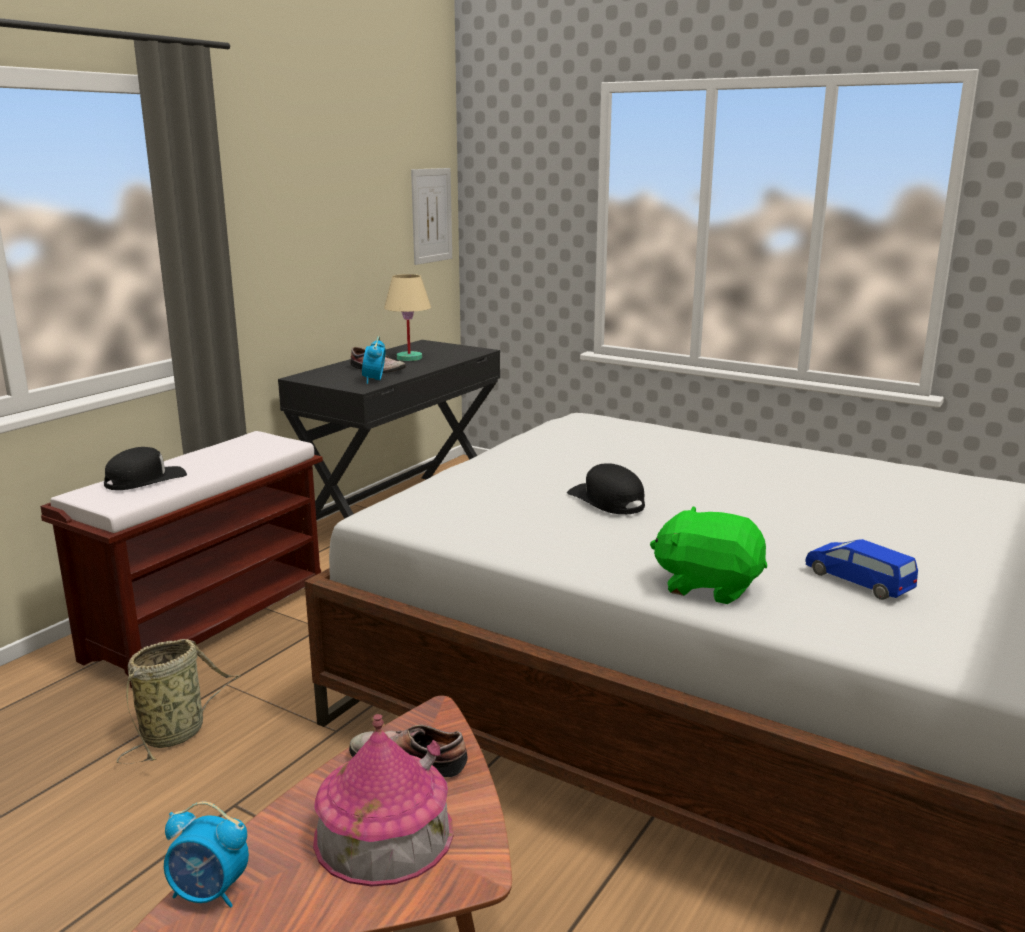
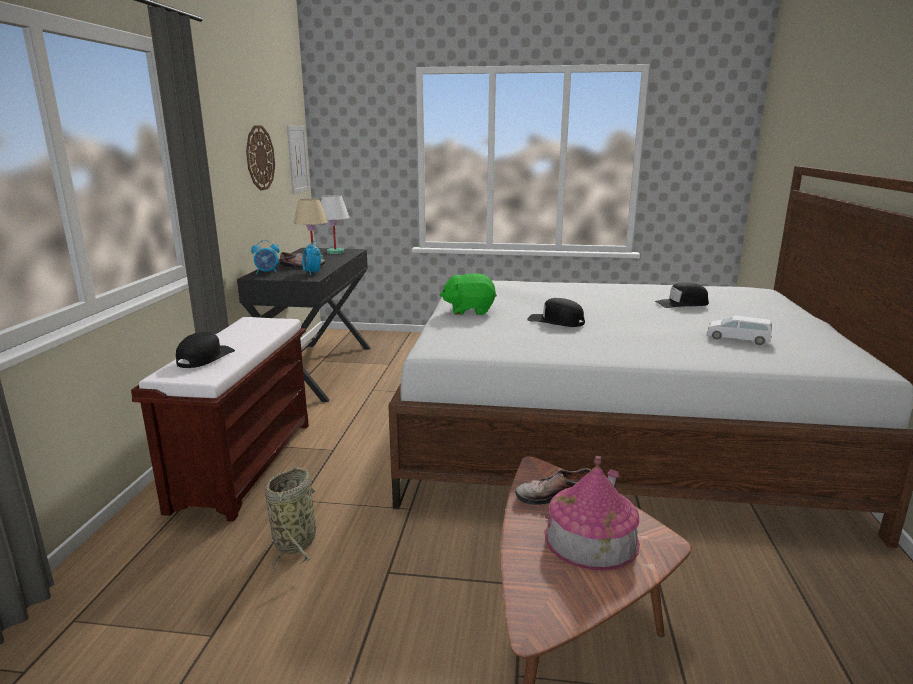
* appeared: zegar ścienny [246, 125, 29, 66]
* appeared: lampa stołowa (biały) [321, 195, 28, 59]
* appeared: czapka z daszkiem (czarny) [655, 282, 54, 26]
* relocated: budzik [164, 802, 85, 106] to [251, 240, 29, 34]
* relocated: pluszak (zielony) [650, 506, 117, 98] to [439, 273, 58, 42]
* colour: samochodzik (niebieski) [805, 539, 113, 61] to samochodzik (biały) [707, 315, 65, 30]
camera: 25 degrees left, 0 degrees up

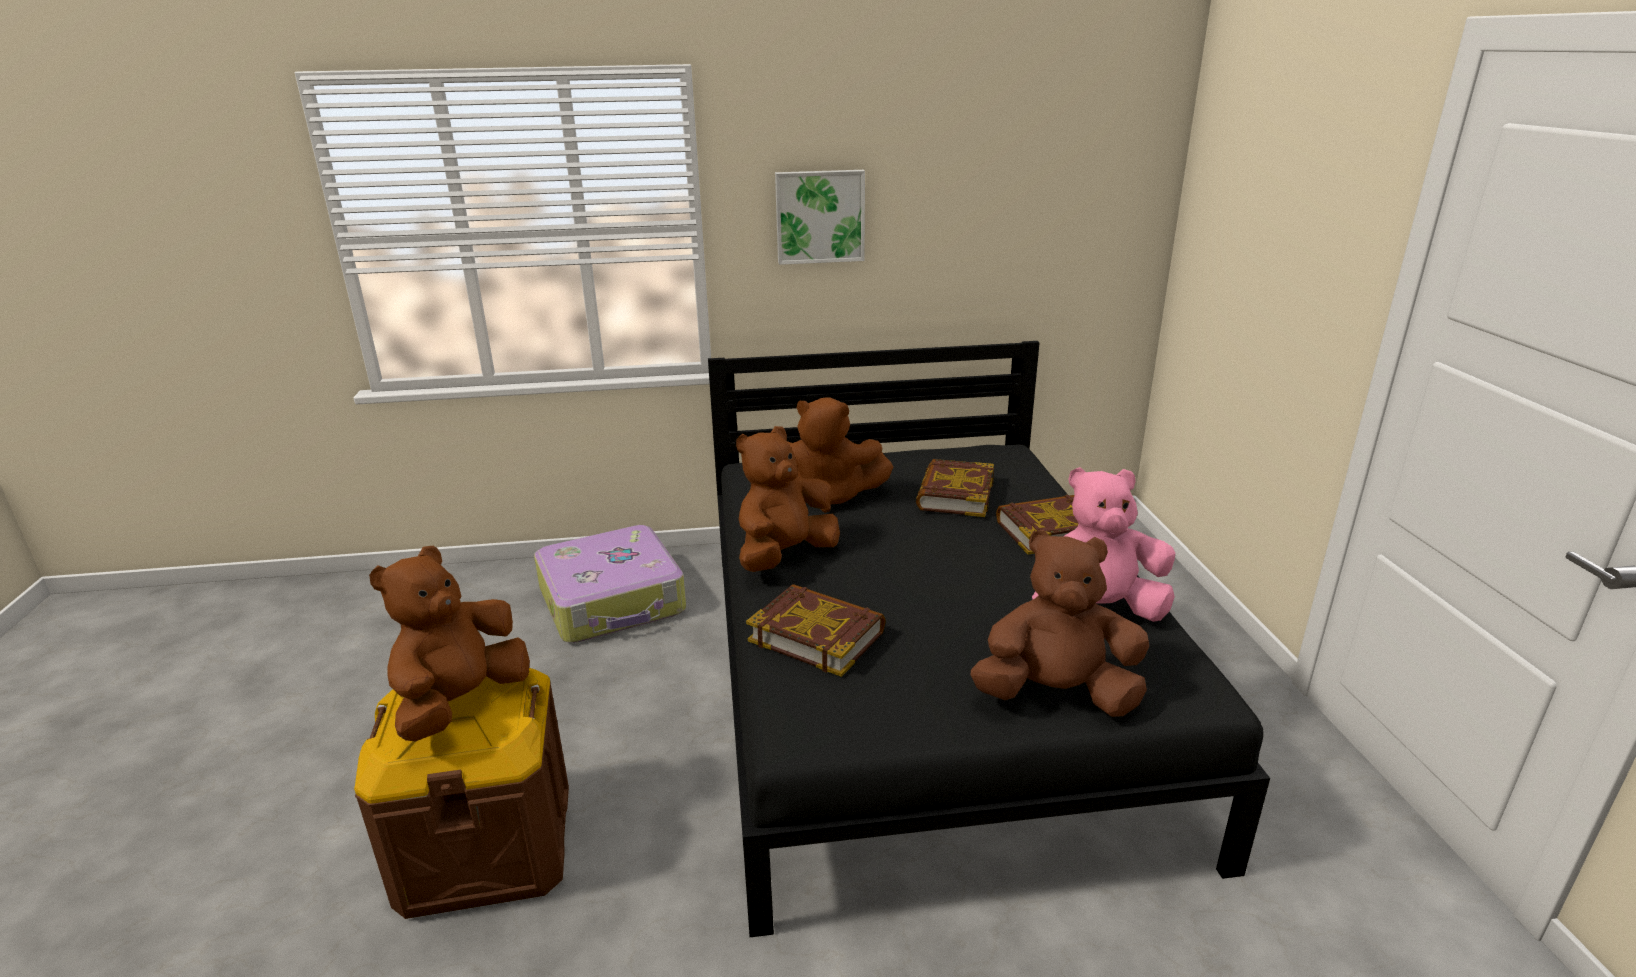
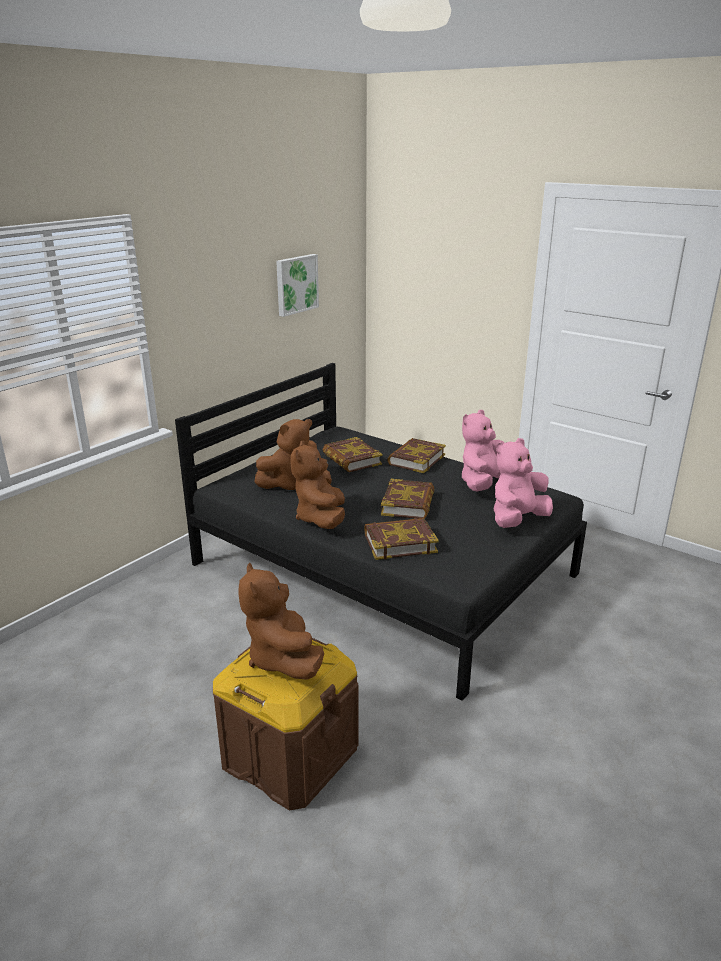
* missing: walizka [534, 525, 152, 118]
* appeared: książka [381, 479, 53, 40]
* relocated: obraz [775, 170, 90, 95] to [276, 254, 43, 63]
* colour: pluszak (brązowy) [971, 530, 178, 187] to pluszak (różowy) [494, 438, 59, 90]
camera: 45 degrees left, 0 degrees up

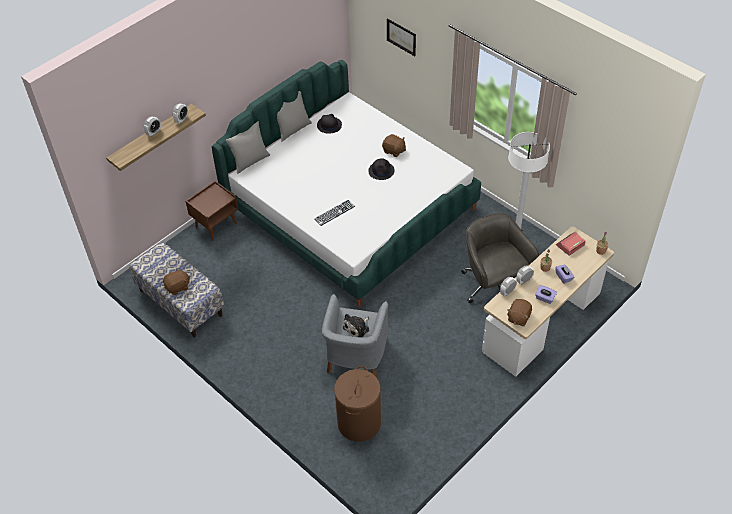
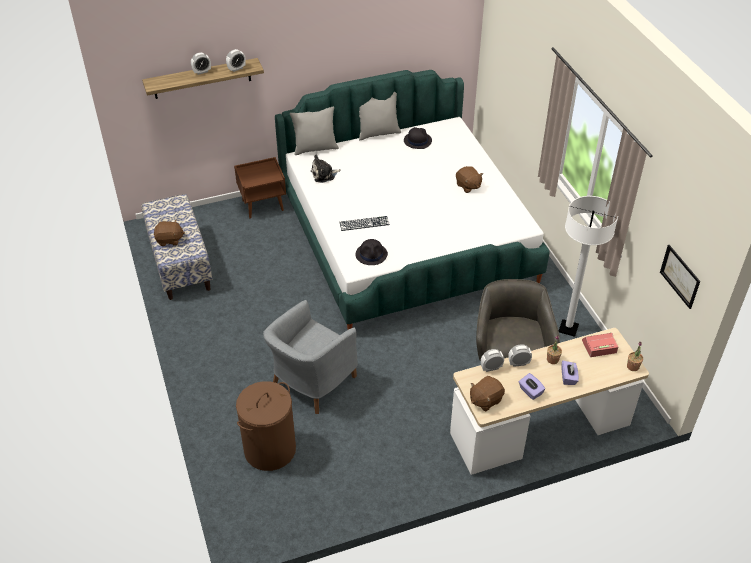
* relocated: pluszak [343, 314, 26, 23] to [311, 154, 30, 29]
* relocated: kapelusz (czarny) [368, 158, 27, 22] to [355, 239, 33, 26]
* relocated: obraz [387, 18, 29, 38] to [660, 245, 40, 64]
camera: 25 degrees right, 5 degrees down

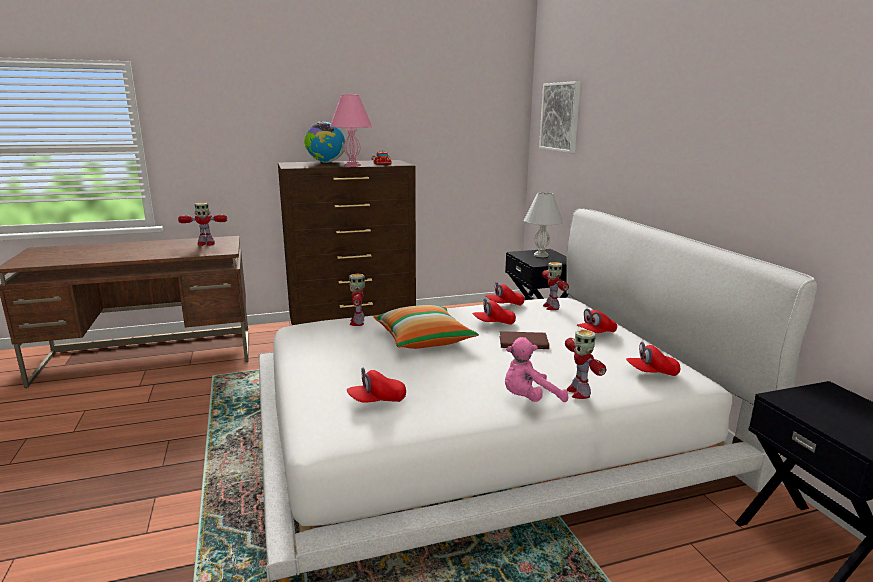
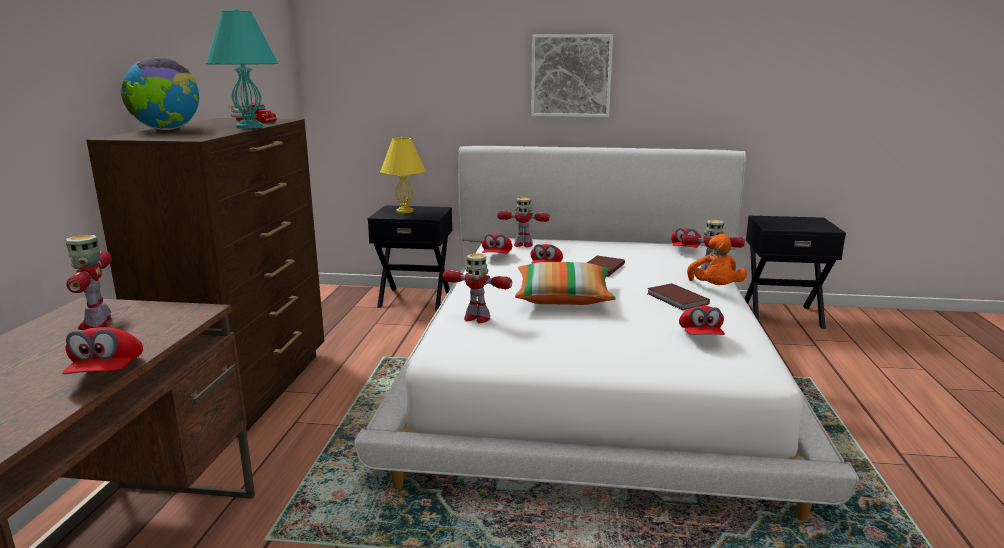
* appeared: książka (brązowy) [647, 283, 63, 27]
* relocated: obraz [539, 81, 42, 72] to [531, 34, 82, 83]
* relocated: czapka z daszkiem (czerwony) [576, 309, 41, 24] to [62, 327, 81, 47]
* colour: lampa stołowa (różowy) [330, 93, 43, 74] to lampa stołowa (turkusowy) [205, 9, 74, 120]
* colour: pluszak (różowy) [505, 337, 63, 65] to pluszak (pomarańczowy) [687, 234, 60, 51]
* colour: lampa stołowa (biały) [524, 192, 39, 65] to lampa stołowa (żółty) [380, 137, 46, 76]
* spun: robot zabawkowy [178, 202, 49, 44] = [66, 235, 46, 95] 150 degrees clockwise
camera: 65 degrees left, 0 degrees up

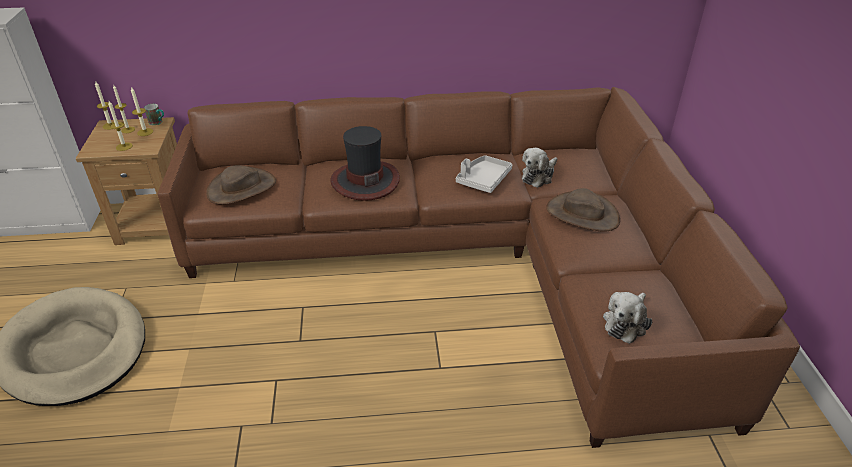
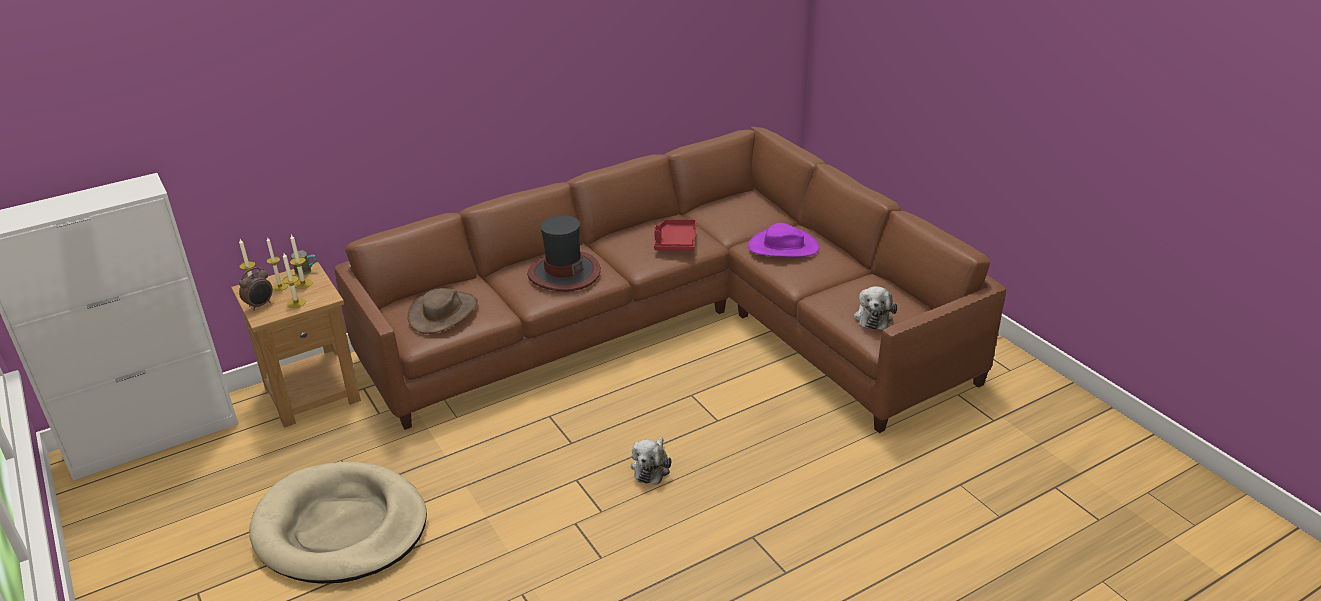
* appeared: budzik [239, 267, 34, 44]
* relocated: pluszak [522, 148, 35, 40] to [631, 437, 41, 48]
* colour: taca (szary) [456, 155, 56, 38] to taca (czerwony) [654, 219, 42, 32]
* colour: kapelusz (brązowy) [546, 188, 74, 44] to kapelusz (fioletowy) [748, 223, 71, 34]
camera: 25 degrees left, 5 degrees down

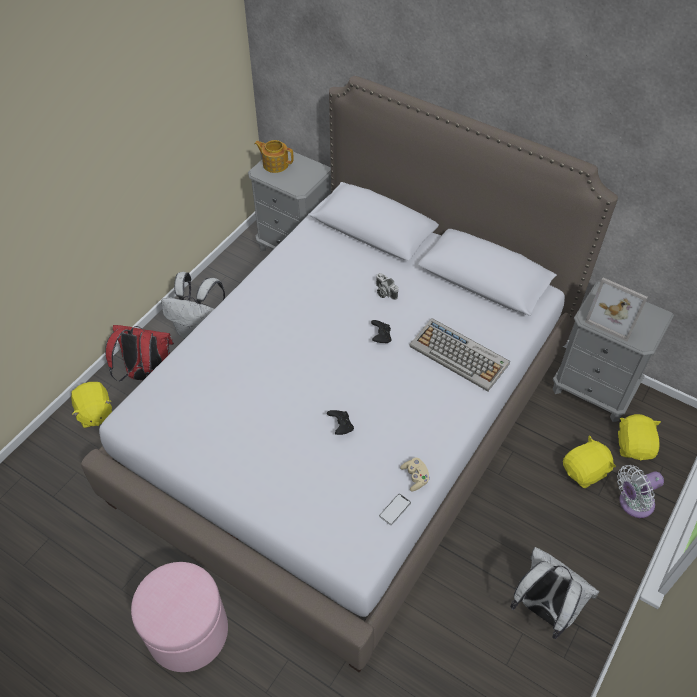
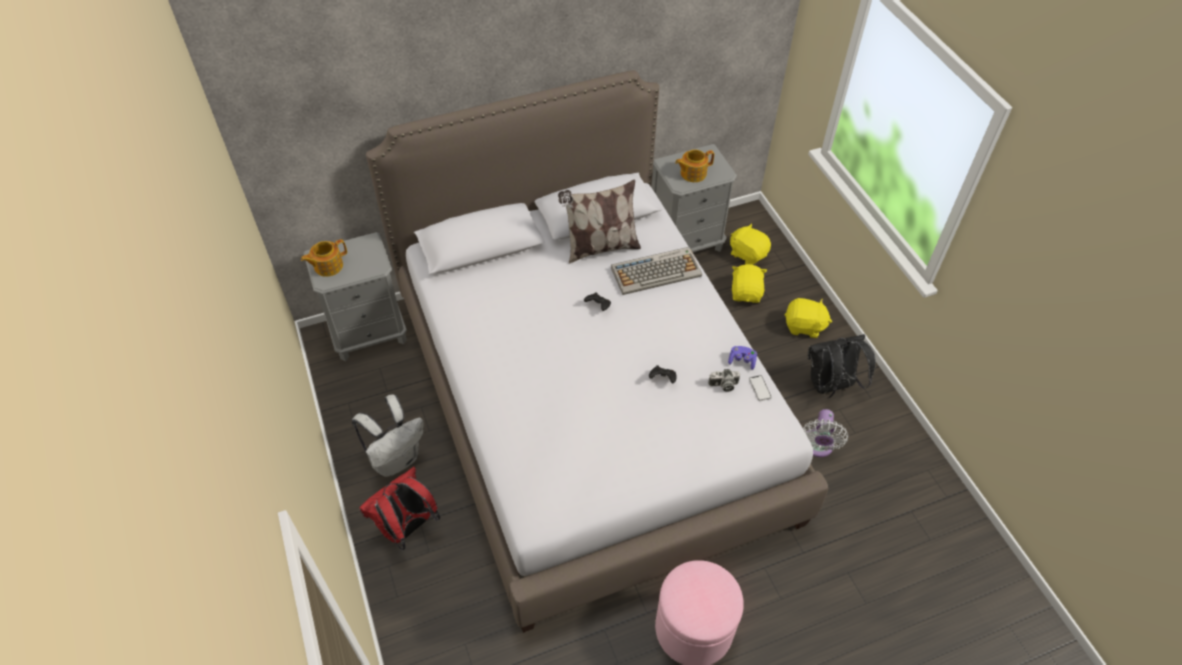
* appeared: poduszka [558, 179, 83, 85]
* relocated: pluszak (żółty) [71, 382, 41, 46] to [785, 298, 47, 40]
* relocated: aparat fotograficzny [376, 273, 22, 27] to [708, 369, 32, 23]
* relocated: wentylator (biały) [617, 465, 47, 53] to [803, 409, 45, 48]
* exchanged: ramka na zdjęcie [585, 277, 63, 65] to imbryk [675, 149, 39, 33]
* colour: pad do gier (beżowy) [400, 458, 30, 33] to pad do gier (fioletowy) [728, 346, 29, 24]
* colour: plecak (biały) [510, 547, 89, 92] to plecak (czarny) [808, 334, 68, 64]
camera: 55 degrees left, 0 degrees up

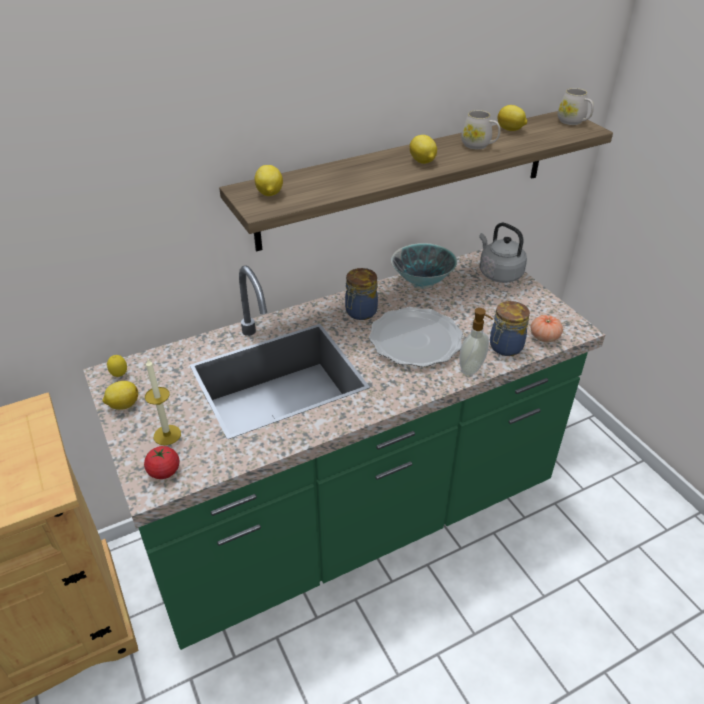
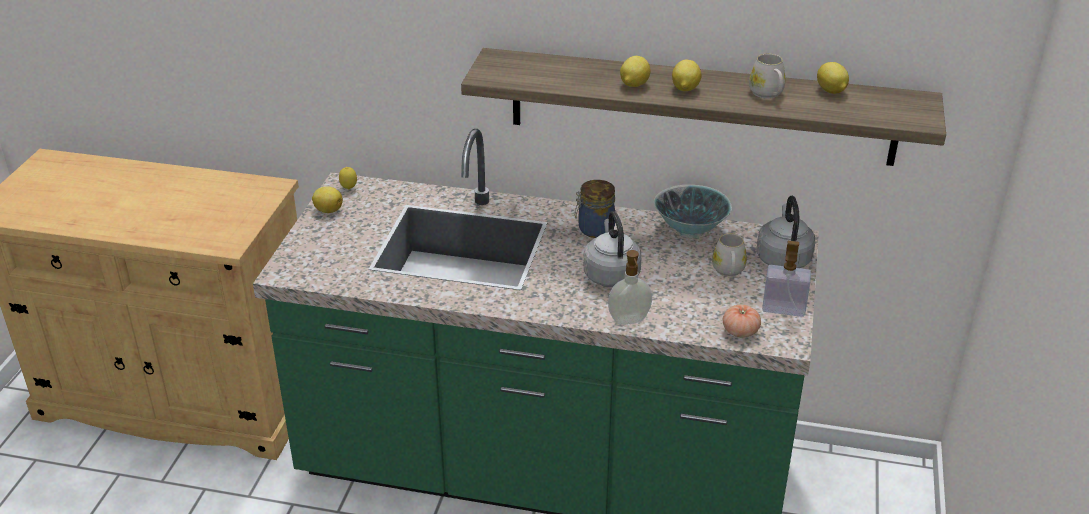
* missing: pomidor [144, 446, 35, 33]
* missing: świeca [145, 358, 36, 87]
* missing: słoik [490, 301, 40, 55]
* appeared: dozownik mydła [762, 241, 49, 76]
* relocated: cytryna [255, 165, 28, 31] to [620, 56, 31, 31]
* relocated: kubek (biały) [558, 88, 36, 37] to [712, 233, 35, 44]
* exchanged: talerz [369, 307, 94, 60] to czajnik (szary) [584, 211, 58, 76]
camera: 40 degrees right, 5 degrees down

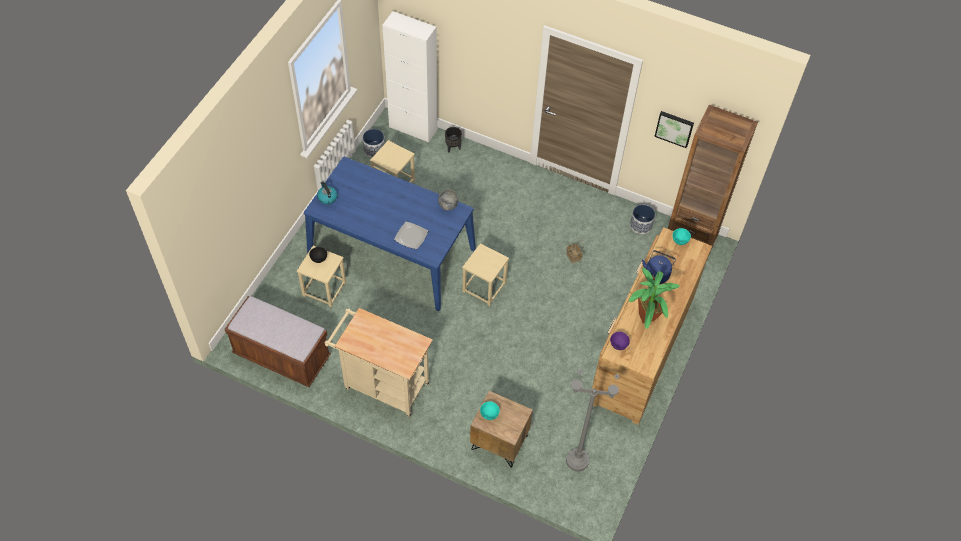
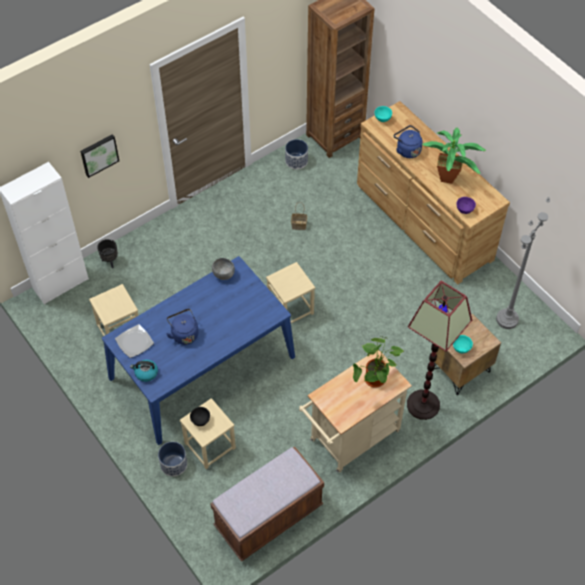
* appeared: czajnik (niebieski) [166, 309, 33, 36]
* appeared: roślina doniczkowa [353, 336, 50, 52]
* appeared: lampa stojąca [407, 281, 65, 139]
* relocated: donica [362, 129, 23, 28] to [158, 442, 29, 35]
* relocated: talerz [394, 221, 34, 28] to [115, 324, 39, 34]
* relocated: obraz [654, 111, 40, 37] to [80, 134, 39, 44]
camera: 60 degrees left, 0 degrees up

